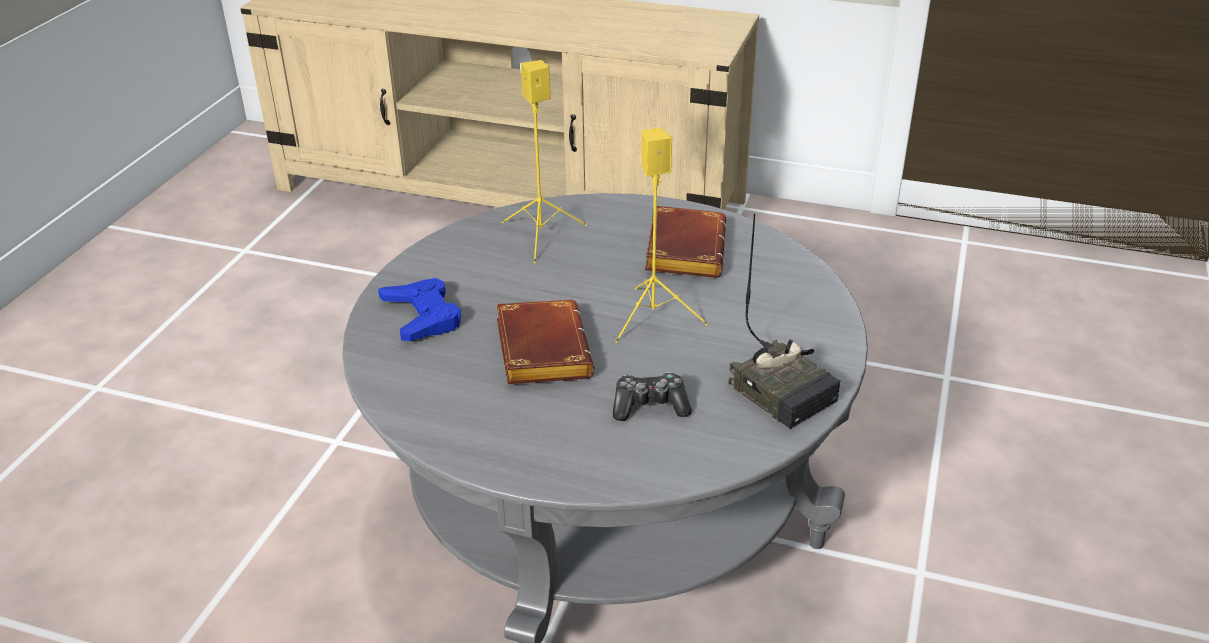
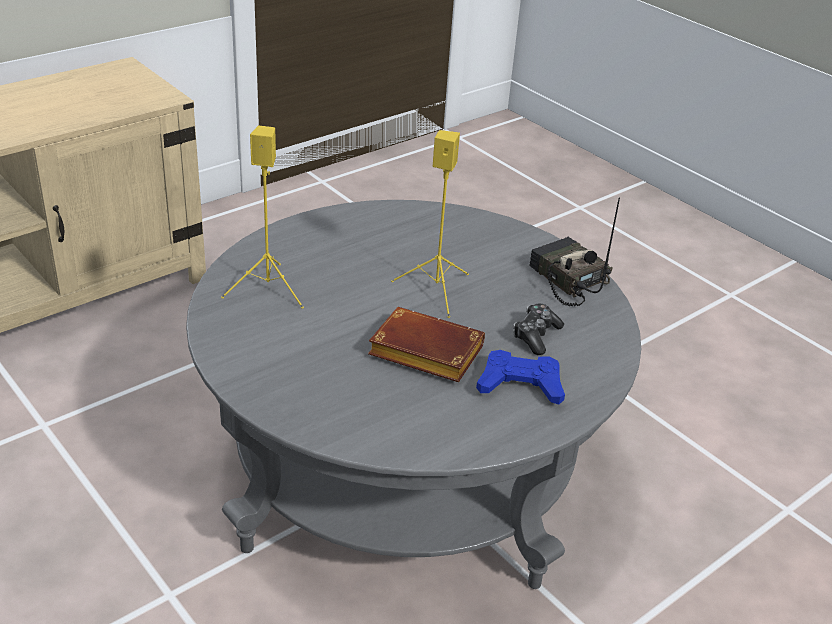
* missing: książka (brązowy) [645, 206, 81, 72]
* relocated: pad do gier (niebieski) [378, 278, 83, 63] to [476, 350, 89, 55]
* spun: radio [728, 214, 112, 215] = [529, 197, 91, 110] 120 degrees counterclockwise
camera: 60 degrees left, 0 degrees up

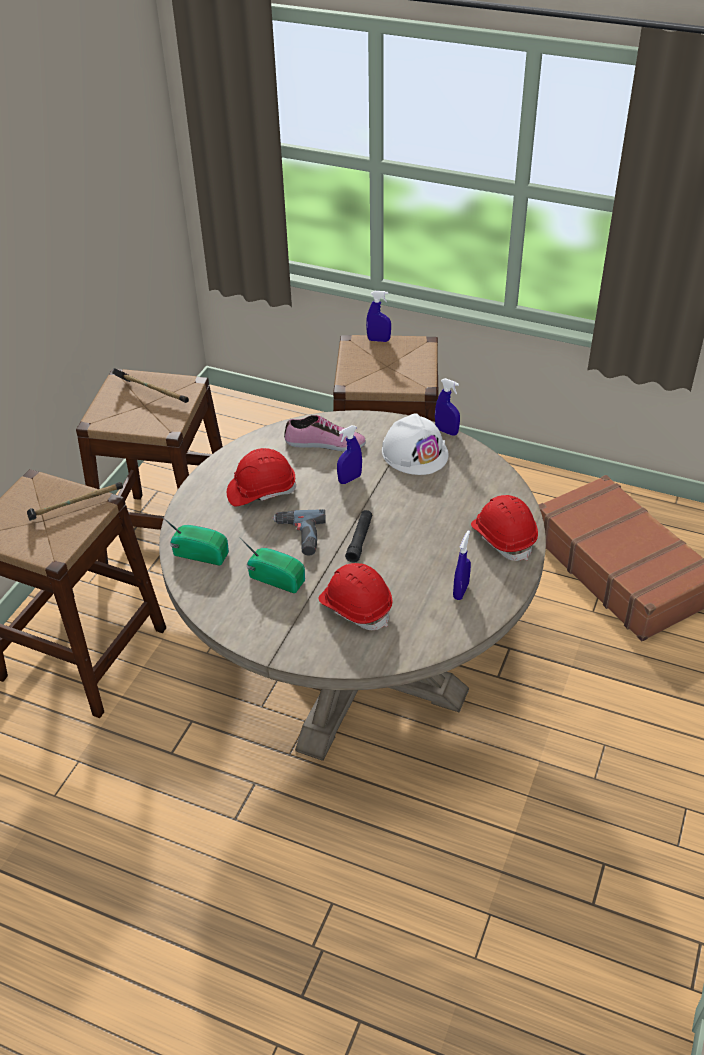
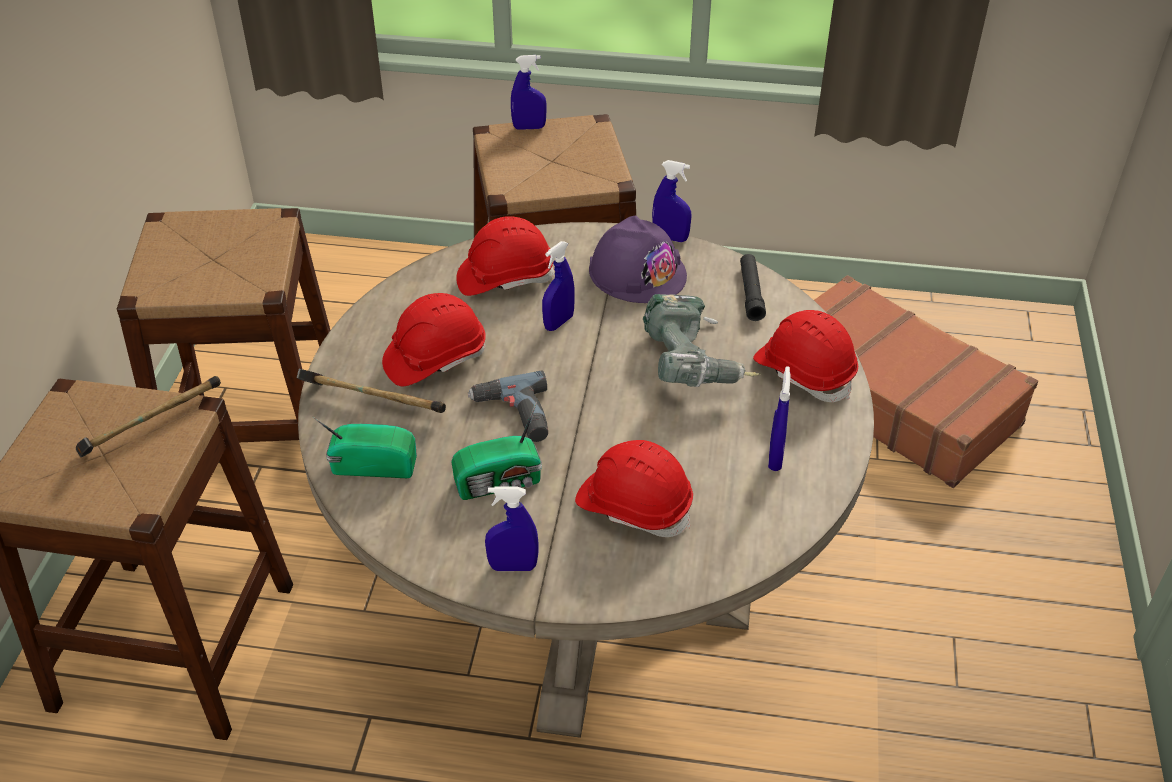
* appeared: spryskiwacz (niebieski) [485, 486, 54, 85]
* appeared: wiertarka [643, 294, 118, 93]
* relocated: młotek [112, 368, 77, 35] to [297, 369, 149, 44]
* relocated: latarka (czarny) [345, 510, 27, 53] to [740, 254, 26, 67]
* exchanged: but [284, 415, 82, 36] to kask (czerwony) [456, 216, 98, 80]
* colour: kask (biały) [382, 413, 67, 62] to kask (fioletowy) [589, 216, 98, 87]
* spun: radio [240, 538, 65, 55] = [451, 401, 91, 99] 150 degrees clockwise
camera: 15 degrees left, 0 degrees up

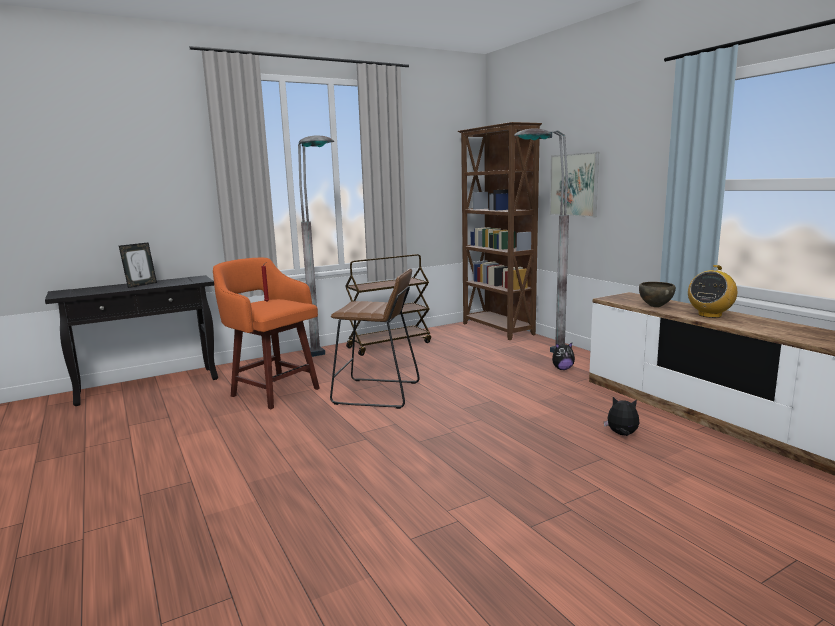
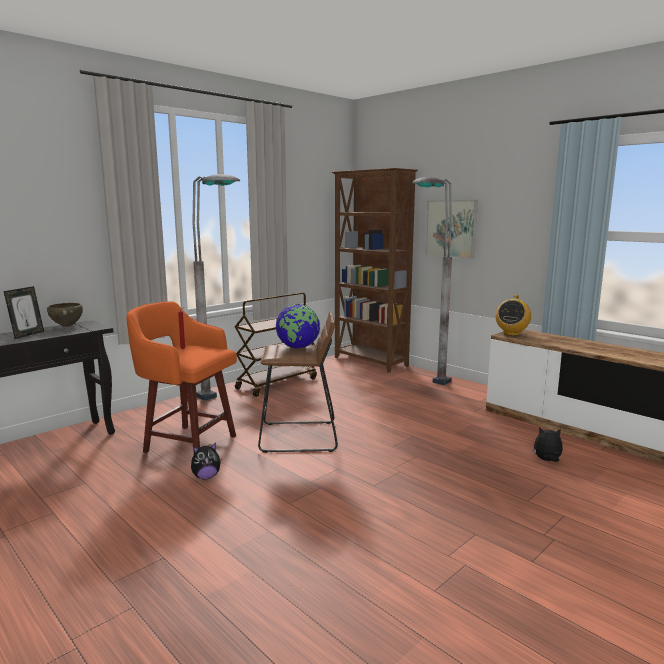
* appeared: globus [276, 304, 44, 44]
* relocated: pluszak [552, 343, 23, 27] to [191, 443, 30, 36]
* relocated: miska (brązowy) [639, 282, 37, 25] to [47, 303, 36, 24]
* relocated: radio [688, 265, 49, 53] to [495, 295, 36, 41]
camera: 15 degrees left, 0 degrees up

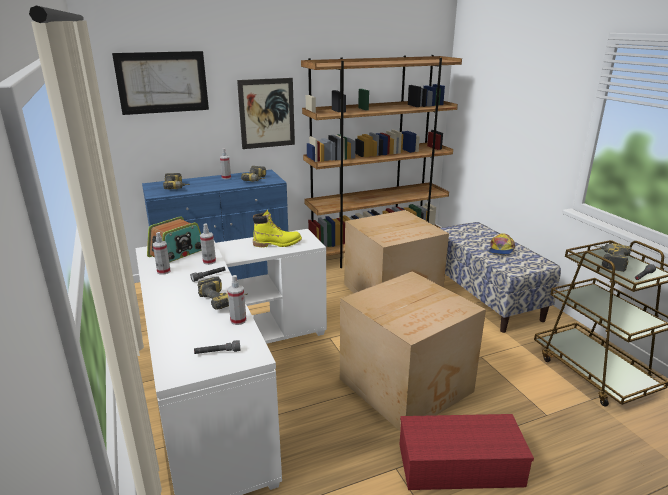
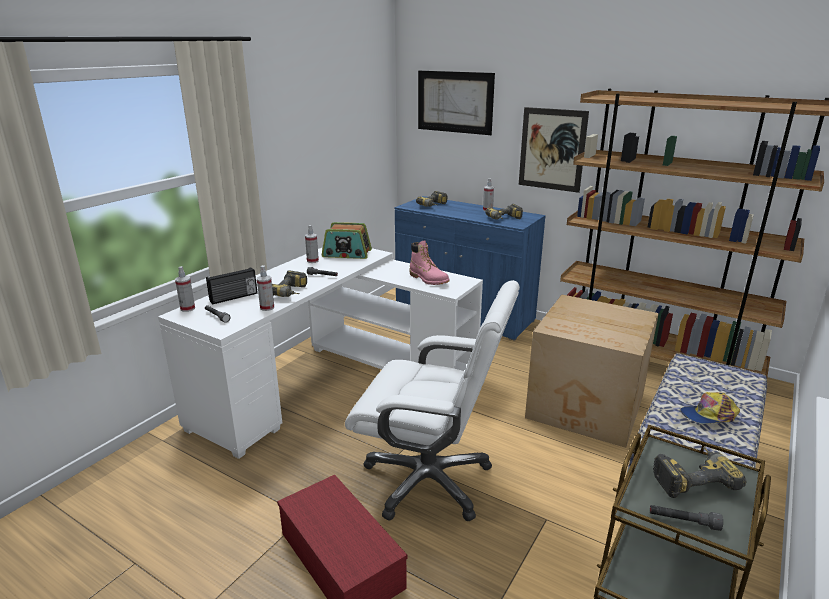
* appeared: radio [206, 268, 52, 36]
* relocated: spryskiwacz [200, 223, 16, 42] to [175, 266, 20, 46]
* exchanged: karton [340, 272, 146, 159] to krzesło biurowe (biały) [345, 280, 175, 241]
* colour: but z cholewką (żółty) [253, 210, 49, 37] to but z cholewką (różowy) [409, 240, 41, 45]
camera: 55 degrees right, 0 degrees up

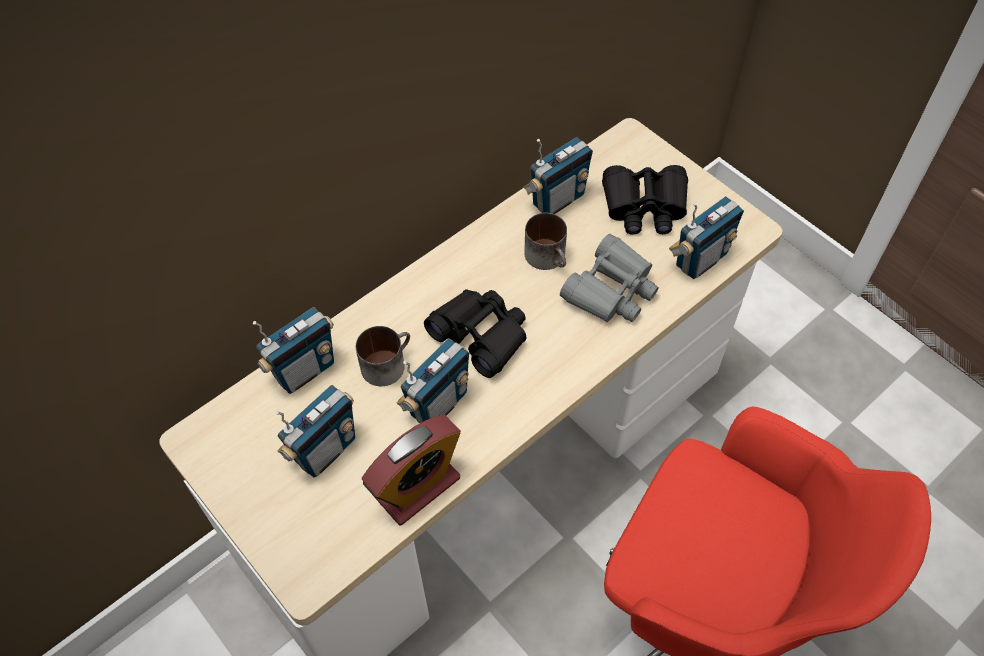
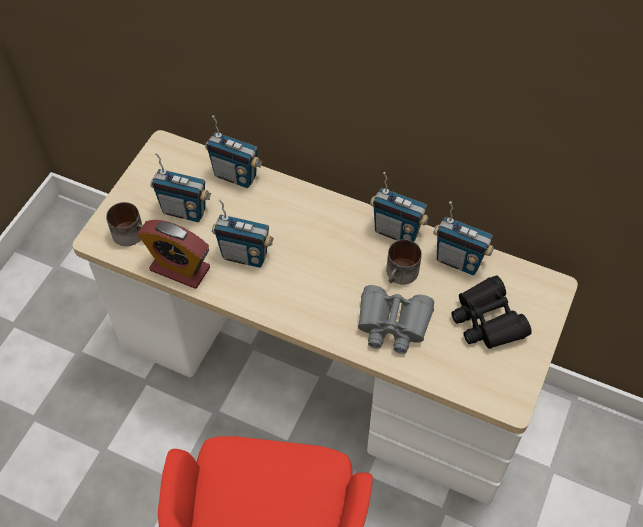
* missing: lornetka (czarny) [424, 290, 103, 88]
* relocated: kubek [356, 326, 54, 60] to [106, 202, 37, 44]
* relocated: radio [669, 196, 75, 83] to [370, 172, 59, 70]
camera: 65 degrees right, 0 degrees up

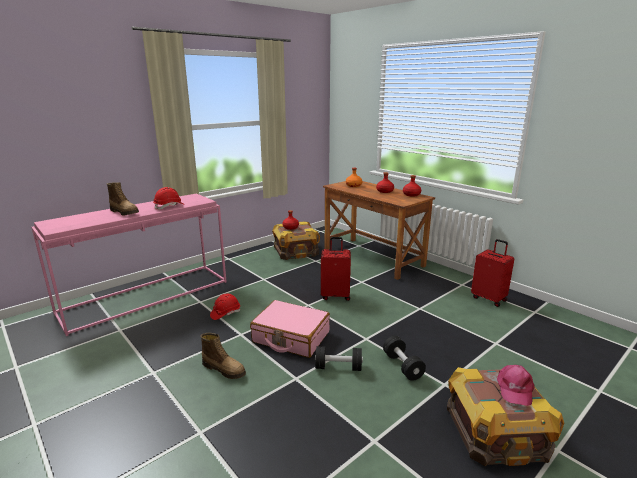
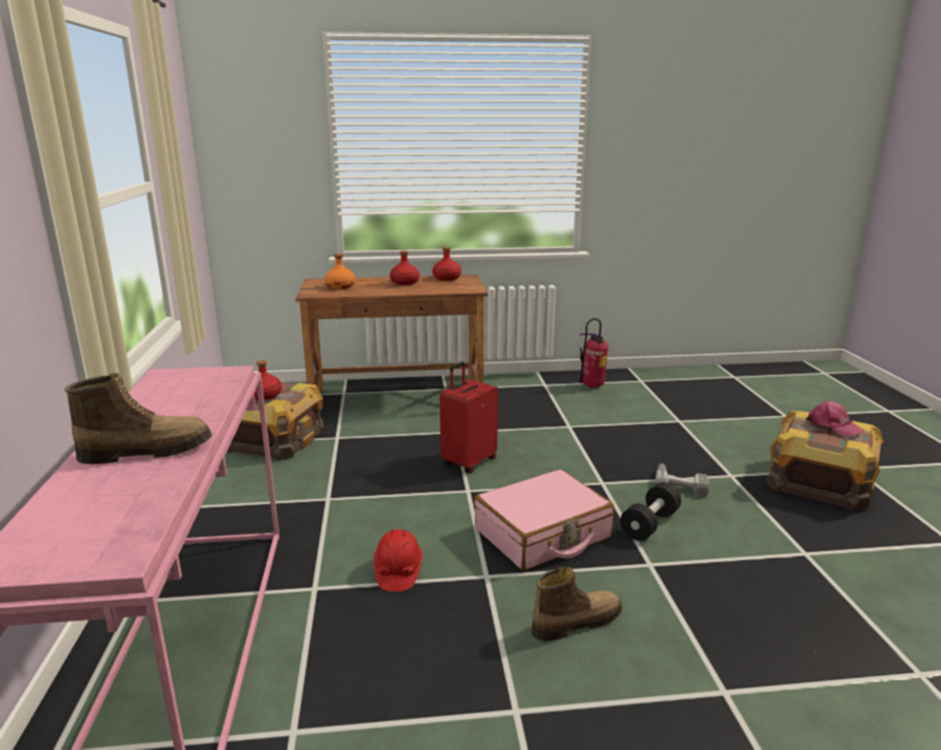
* missing: kask (czerwony) [153, 187, 32, 23]
* exchanged: hantel (czarny) [383, 336, 43, 45] to wiertarka [656, 463, 53, 34]
* exchanged: walizka (czerwony) [471, 239, 43, 68] to gaśnica [579, 318, 29, 70]
camera: 55 degrees left, 0 degrees up

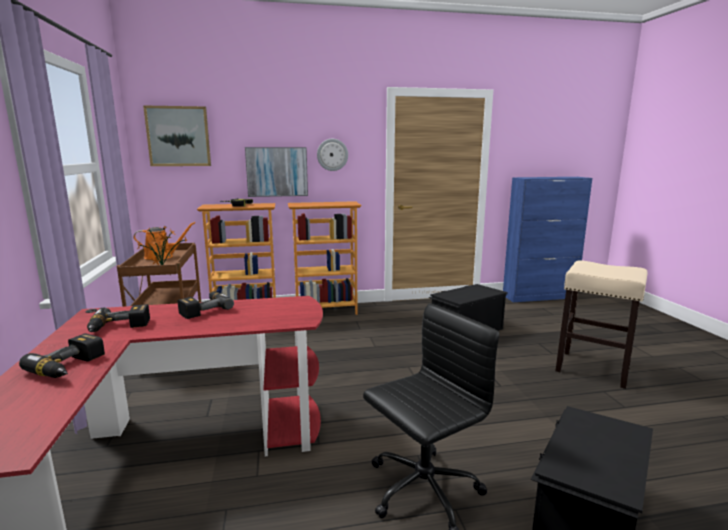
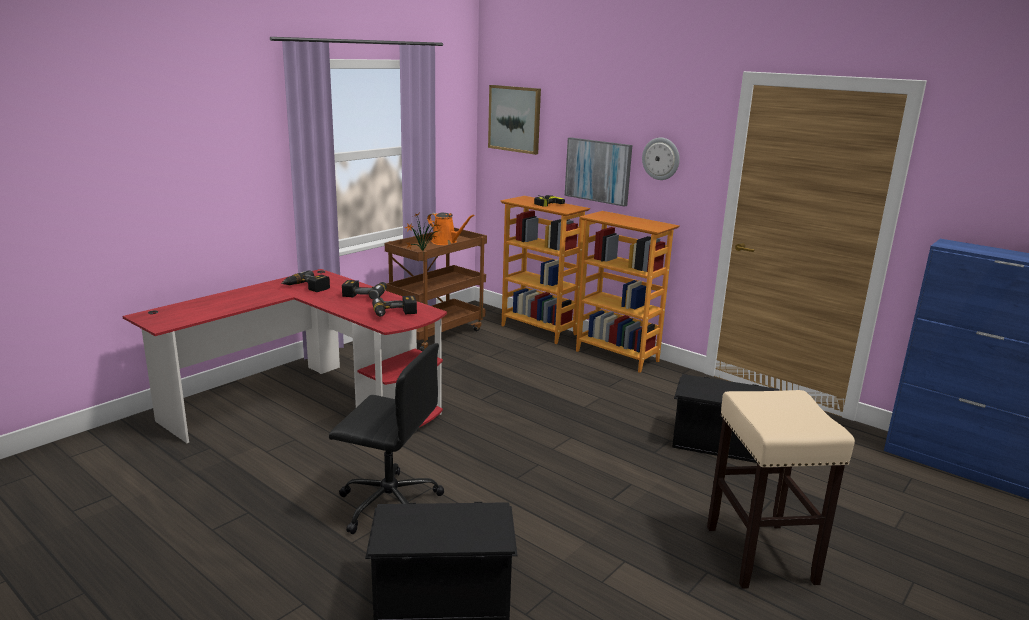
* relocated: wiertarka [19, 333, 86, 45] to [372, 296, 45, 21]
camera: 50 degrees right, 5 degrees up

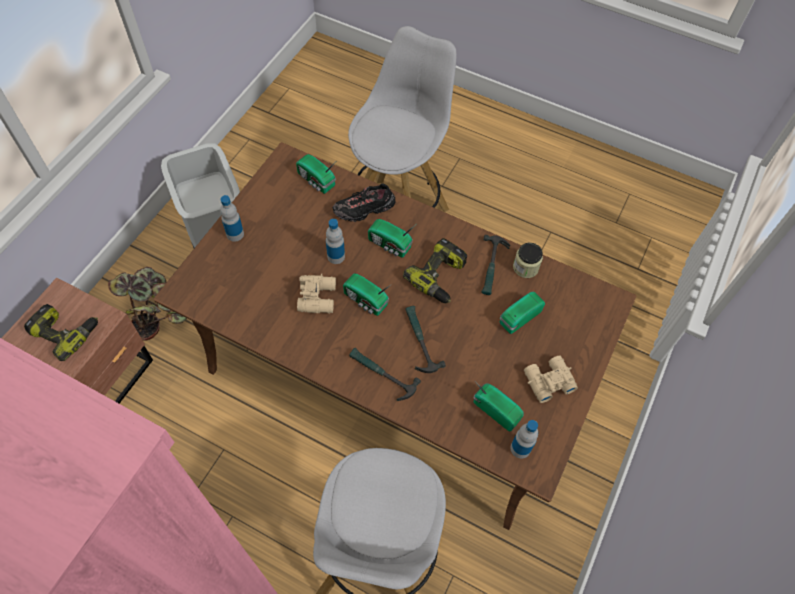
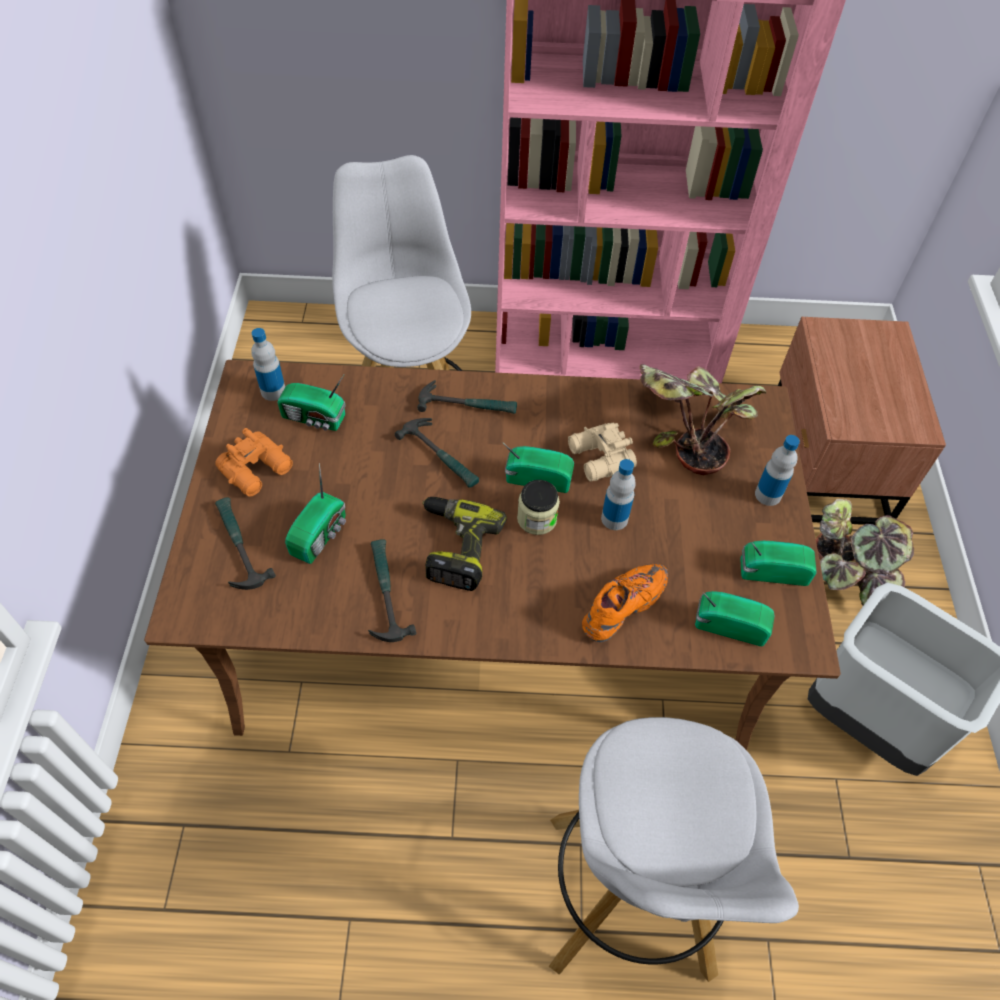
* missing: wiertarka [24, 304, 74, 57]
* appeared: młotek [215, 497, 61, 93]
* appeared: roślina doniczkowa [640, 364, 126, 111]
* relocated: radio [368, 219, 47, 39] to [740, 541, 77, 45]
* relocated: słoik [513, 243, 30, 35] to [517, 480, 43, 55]
* colour: but (czarny) [332, 183, 63, 39] to but (pomarańczowy) [582, 564, 86, 78]
* colour: lornetka (beżowy) [524, 356, 54, 47] to lornetka (pomarańczowy) [215, 428, 78, 69]
camera: 155 degrees right, 5 degrees down

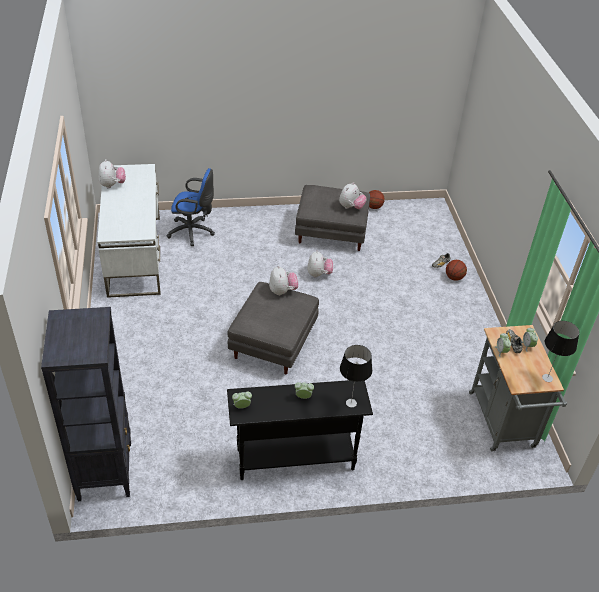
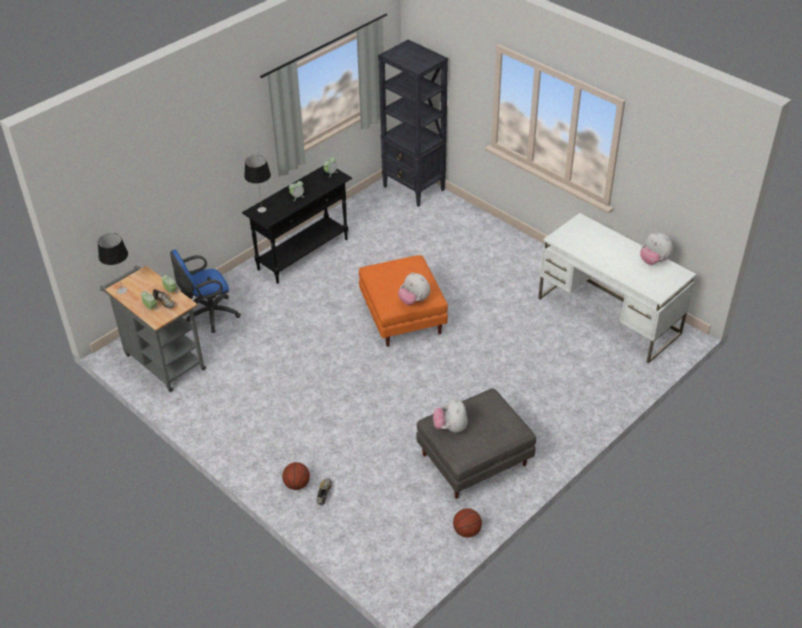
* missing: pluszak [307, 250, 26, 28]
* relocated: krzesło biurowe (niebieski) [166, 168, 49, 78] to [170, 250, 71, 83]
* colour: pufa (szary) [228, 282, 91, 93] to pufa (pomarańczowy) [359, 255, 89, 92]
camera: 145 degrees right, 0 degrees up

